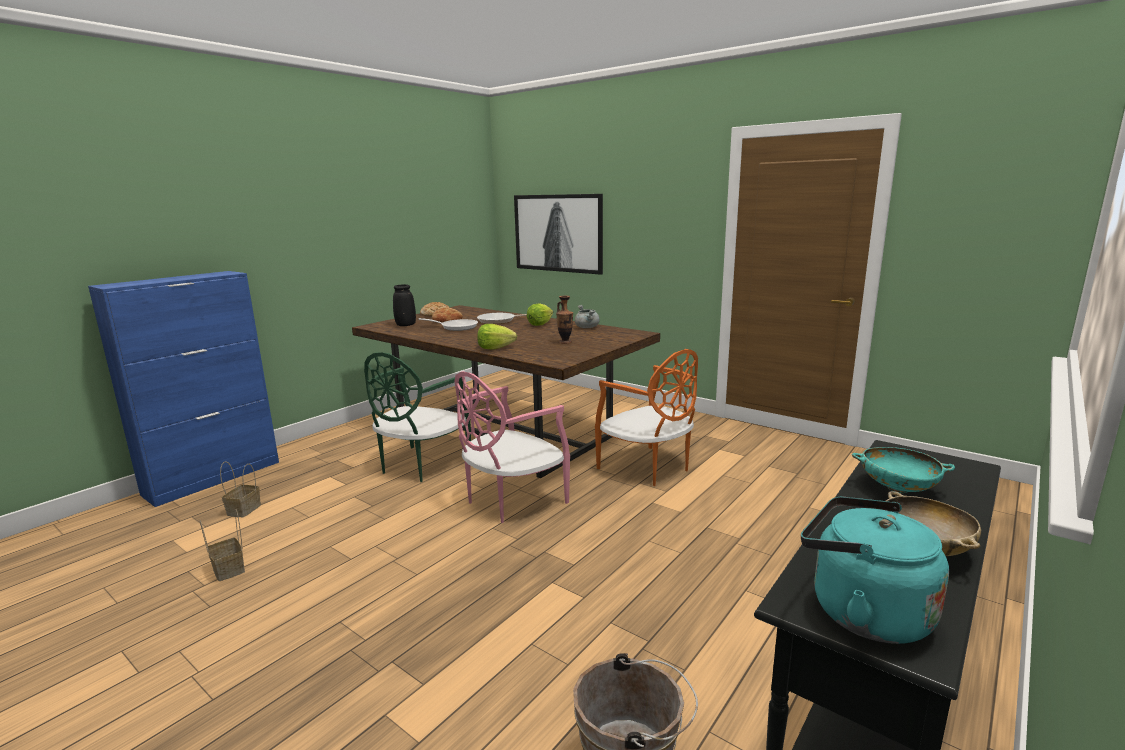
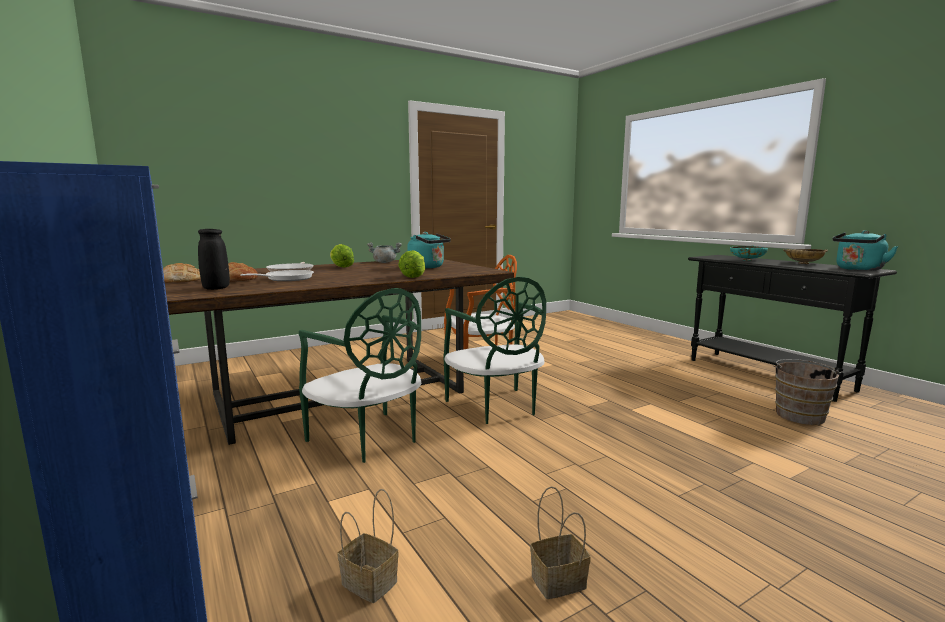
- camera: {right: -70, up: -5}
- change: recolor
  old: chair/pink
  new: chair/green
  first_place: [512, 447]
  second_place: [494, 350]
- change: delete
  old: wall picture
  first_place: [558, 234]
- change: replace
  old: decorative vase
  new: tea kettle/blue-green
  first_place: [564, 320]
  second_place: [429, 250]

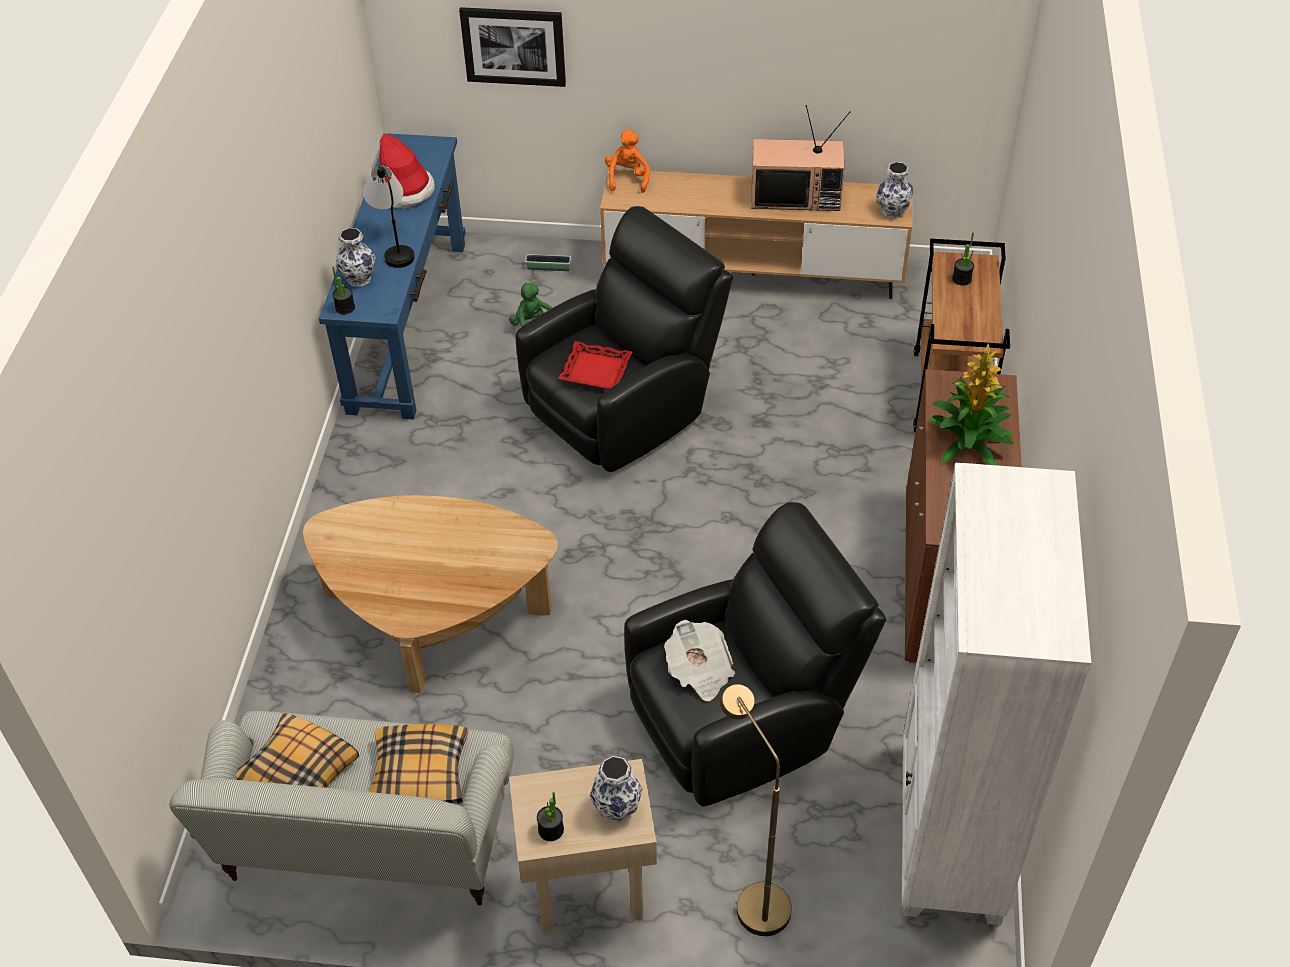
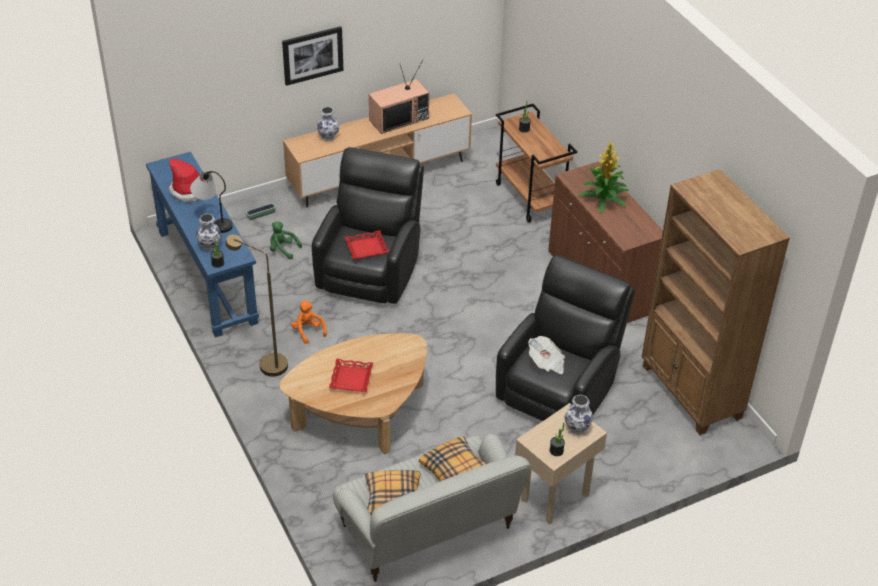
- camera: {right: -35, up: -5}
- change: move
  old: wall picture
  first_place: [512, 47]
  second_place: [312, 56]
- change: move
  old: plush toy/orange
  first_place: [627, 161]
  second_place: [309, 322]
- change: move
  old: standard lamp/brown
  first_place: [756, 810]
  second_place: [256, 305]
- change: move
  old: decorative vase
  first_place: [894, 190]
  second_place: [328, 124]
- change: recolor
  old: shelving unit/white-coloured
  new: shelving unit/brown
  first_place: [996, 693]
  second_place: [716, 302]
- change: insert
  new: serving tray/red
  second_place: [351, 375]

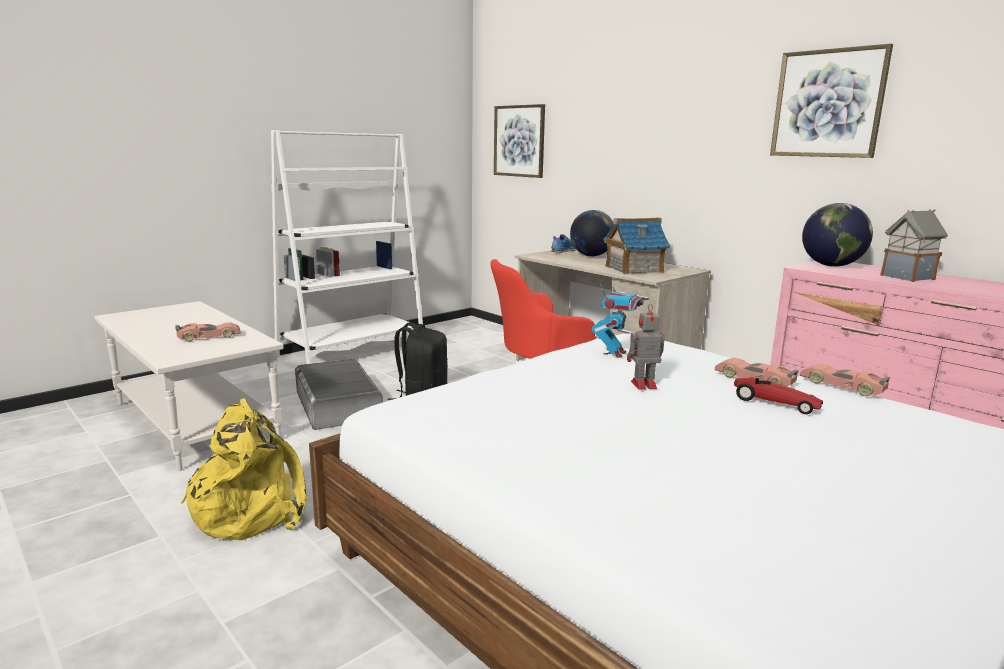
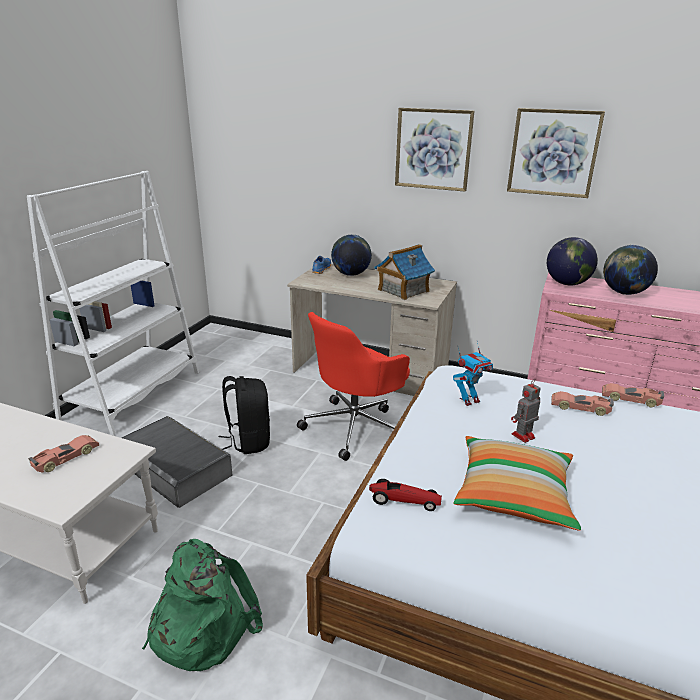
- camera: {right: -25, up: 10}
- change: recolor
  old: backpack/yellowish
  new: backpack/green
  first_place: [244, 469]
  second_place: [202, 605]
- change: move
  old: wall picture
  first_place: [519, 141]
  second_place: [434, 150]
- change: rotate
  old: robot figure
  first_place: [617, 318]
  second_place: [473, 374]
  degrees: 60
- change: move
  old: toy car
  first_place: [778, 395]
  second_place: [405, 495]
- change: replace
  old: model house
  new: globe
  first_place: [914, 245]
  second_place: [630, 270]
- change: insert
  new: pillow
  second_place: [517, 483]

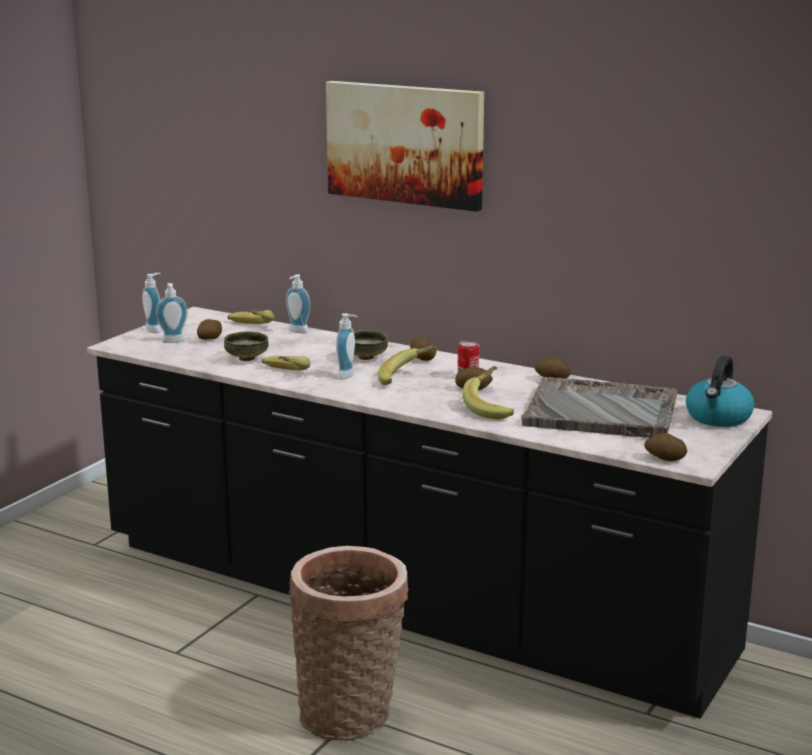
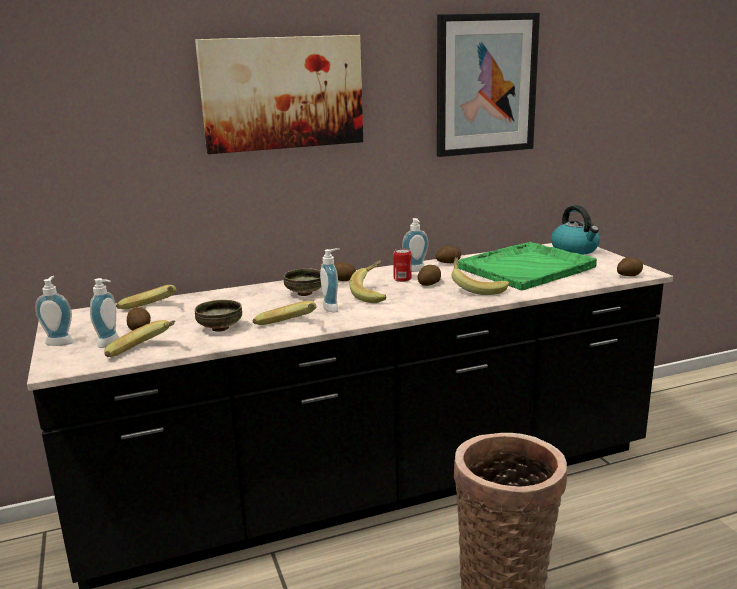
- camera: {right: -50, up: 0}
- change: move
  old: liquid soap bottle
  first_place: [298, 304]
  second_place: [415, 245]
- change: recolor
  old: serving tray/grey
  new: serving tray/green
  first_place: [599, 407]
  second_place: [527, 266]
- change: insert
  new: banana fruit
  second_place: [139, 338]
- change: insert
  new: wall picture
  second_place: [488, 84]

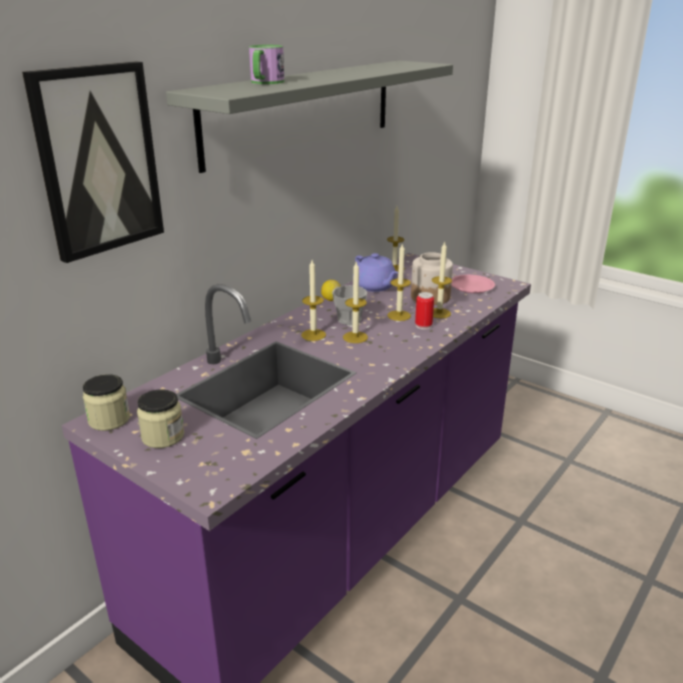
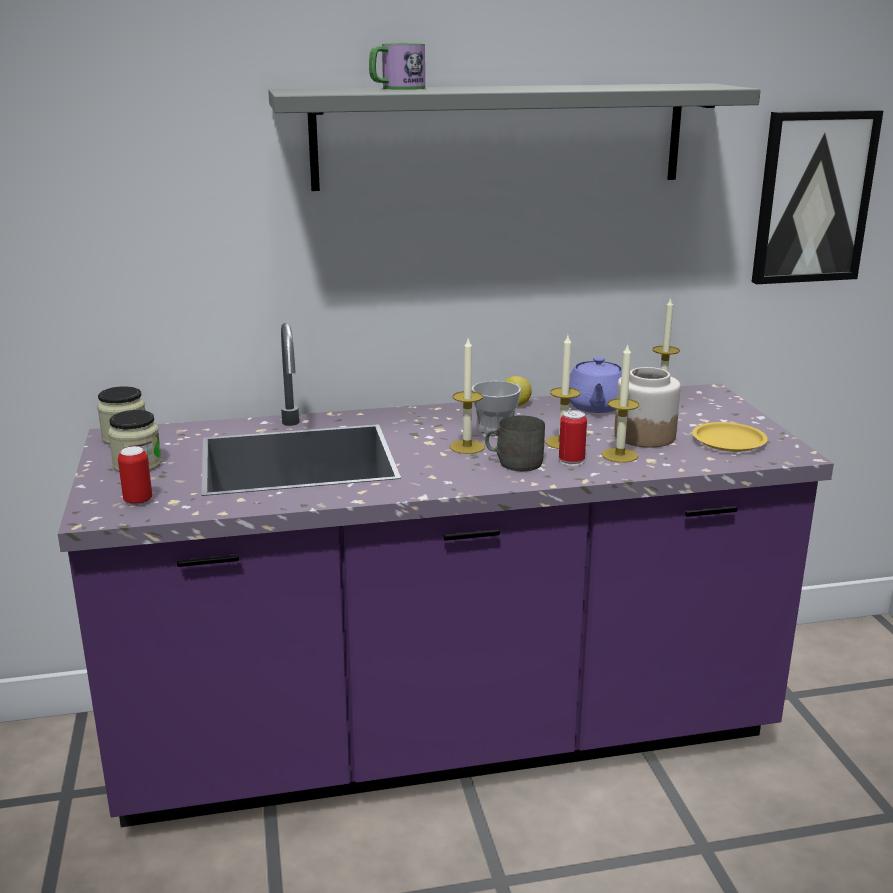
- camera: {right: 40, up: -5}
- change: move
  old: wall picture
  first_place: [93, 162]
  second_place: [817, 197]
- change: delete
  old: wax light
  first_place: [313, 300]
- change: recolor
  old: flat dish/pink
  new: flat dish/yellowish
  first_place: [473, 284]
  second_place: [730, 437]
- change: insert
  new: sealed can
  second_place: [135, 475]
- change: insert
  new: mug/grey
  second_place: [515, 443]

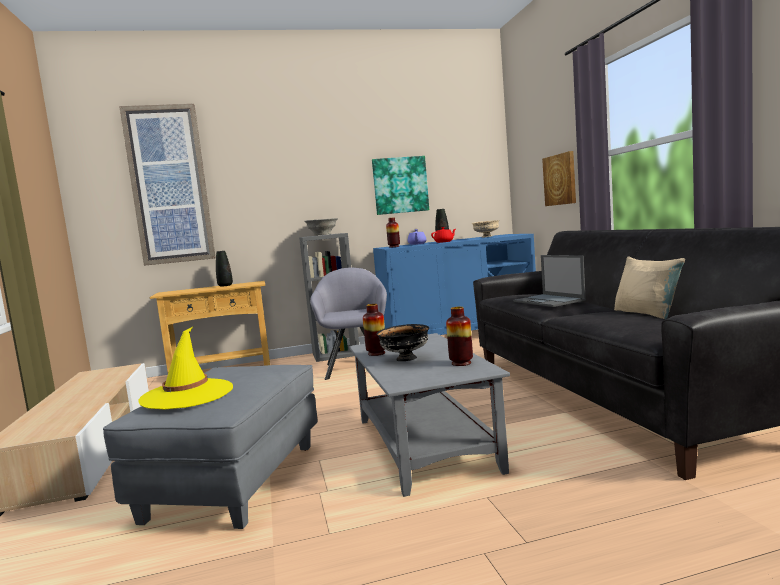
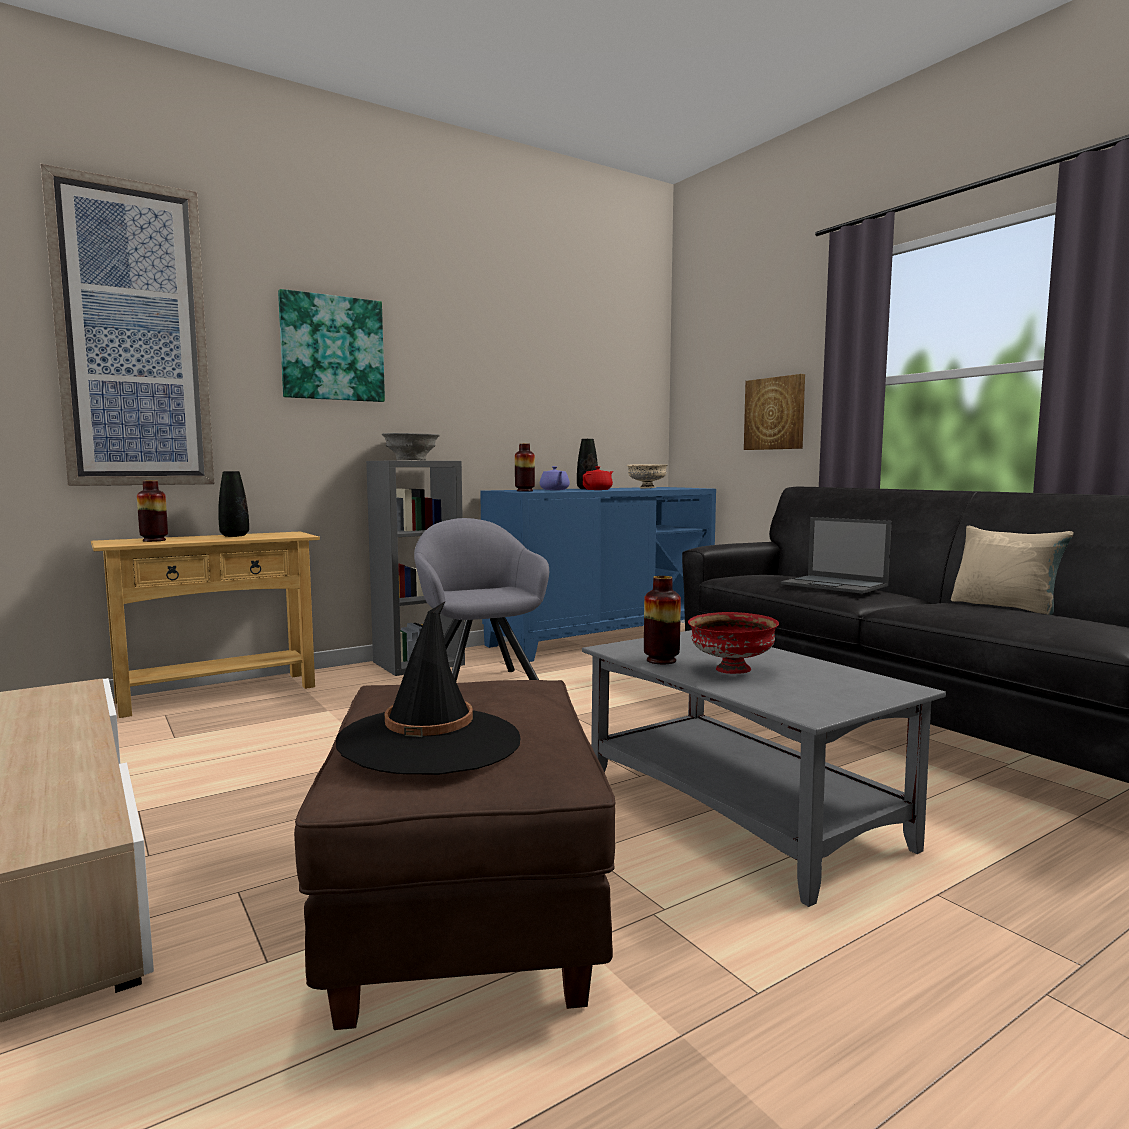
- camera: {right: -20, up: 0}
- change: recolor
  old: pouffe/grey
  new: pouffe/brown
  first_place: [210, 447]
  second_place: [454, 855]
- change: recolor
  old: hat/yellowish
  new: hat/blackish
  first_place: [185, 368]
  second_place: [428, 688]
- change: move
  old: wall picture
  first_place: [400, 185]
  second_place: [331, 345]
- change: recolor
  old: bowl/blackish
  new: bowl/red
  first_place: [403, 342]
  second_place: [733, 643]
- change: move
  old: decorative vase
  first_place: [459, 336]
  second_place: [152, 511]

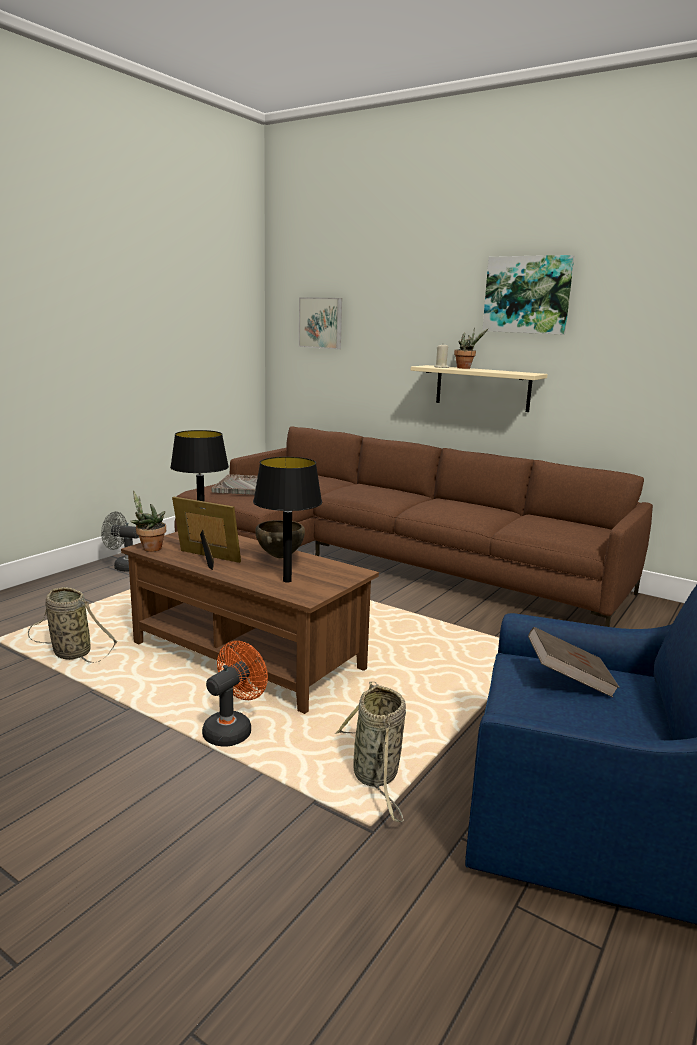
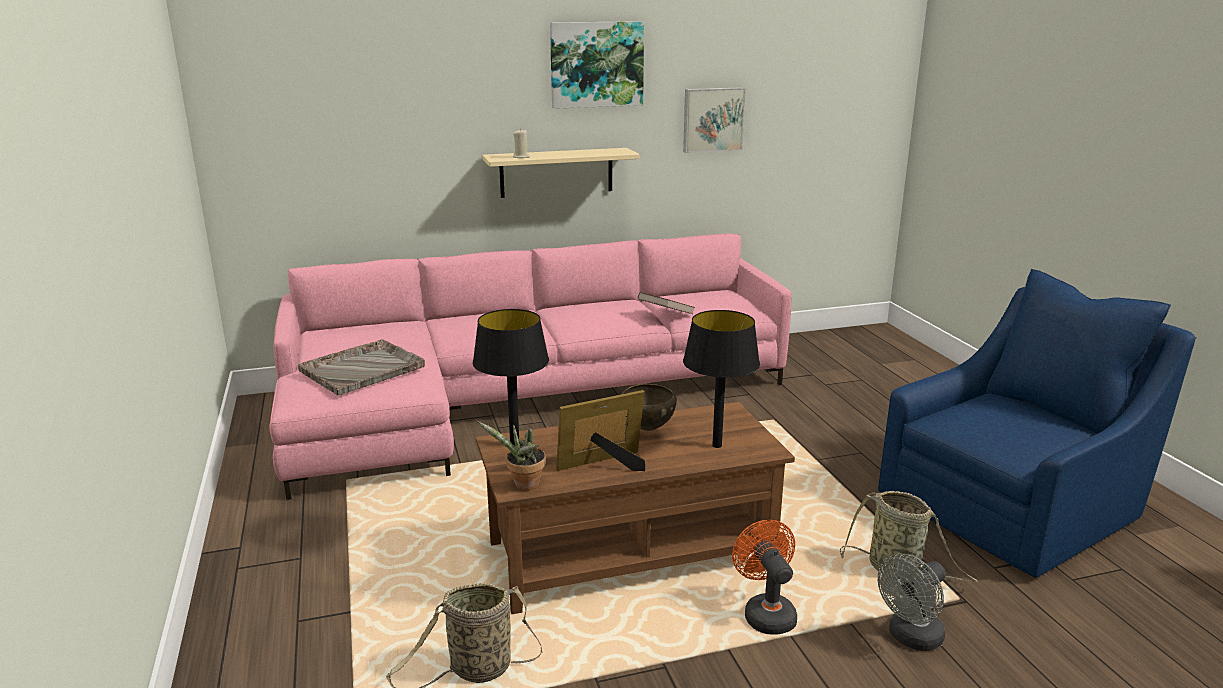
- camera: {right: -50, up: 5}
- change: move
  old: cooling fan/grey
  first_place: [120, 541]
  second_place: [912, 602]
- change: recolor
  old: settee/brown
  new: settee/pink
  first_place: [413, 527]
  second_place: [530, 367]
- change: move
  old: wall picture
  first_place: [320, 323]
  second_place: [714, 120]
- change: delete
  old: potted plant
  first_place: [471, 348]
- change: move
  old: book/brown
  first_place: [574, 662]
  second_place: [666, 303]

